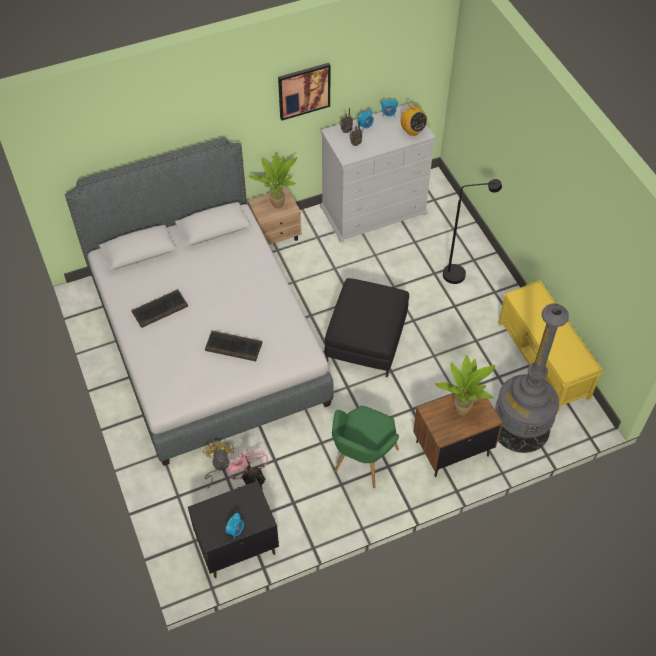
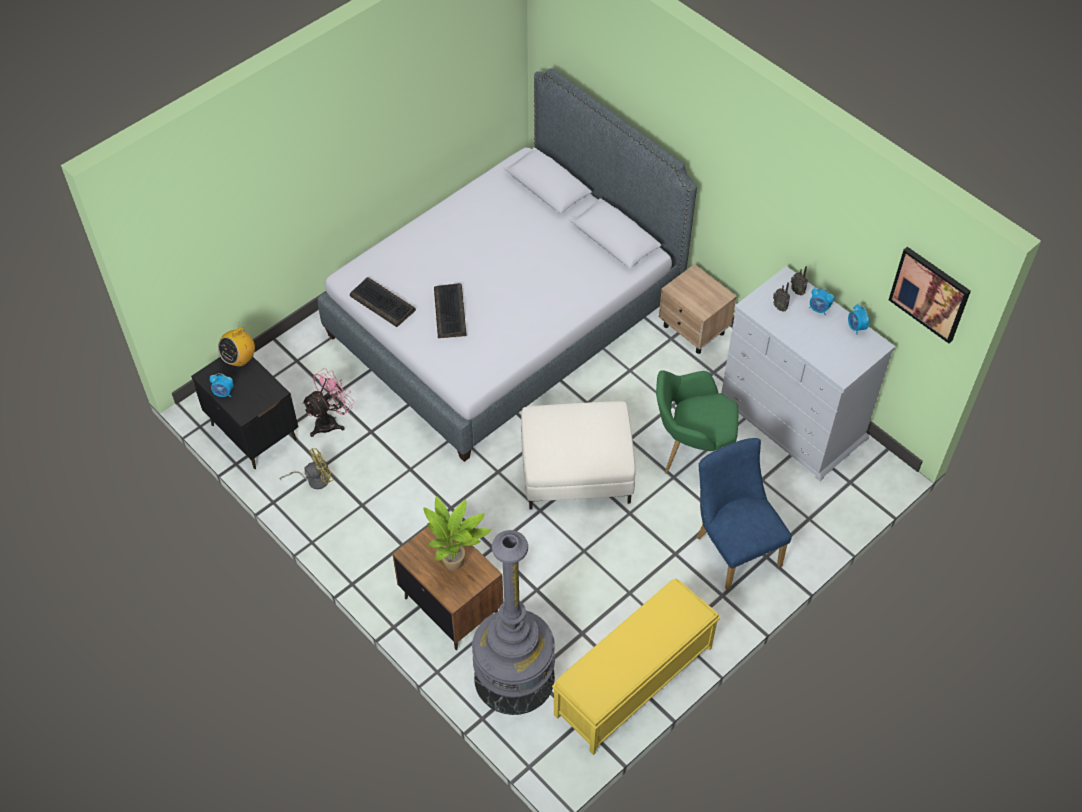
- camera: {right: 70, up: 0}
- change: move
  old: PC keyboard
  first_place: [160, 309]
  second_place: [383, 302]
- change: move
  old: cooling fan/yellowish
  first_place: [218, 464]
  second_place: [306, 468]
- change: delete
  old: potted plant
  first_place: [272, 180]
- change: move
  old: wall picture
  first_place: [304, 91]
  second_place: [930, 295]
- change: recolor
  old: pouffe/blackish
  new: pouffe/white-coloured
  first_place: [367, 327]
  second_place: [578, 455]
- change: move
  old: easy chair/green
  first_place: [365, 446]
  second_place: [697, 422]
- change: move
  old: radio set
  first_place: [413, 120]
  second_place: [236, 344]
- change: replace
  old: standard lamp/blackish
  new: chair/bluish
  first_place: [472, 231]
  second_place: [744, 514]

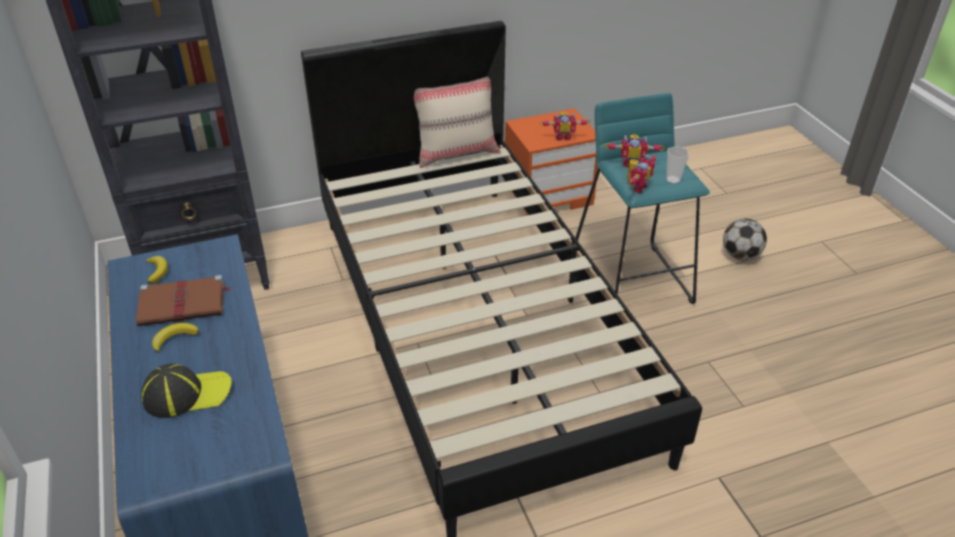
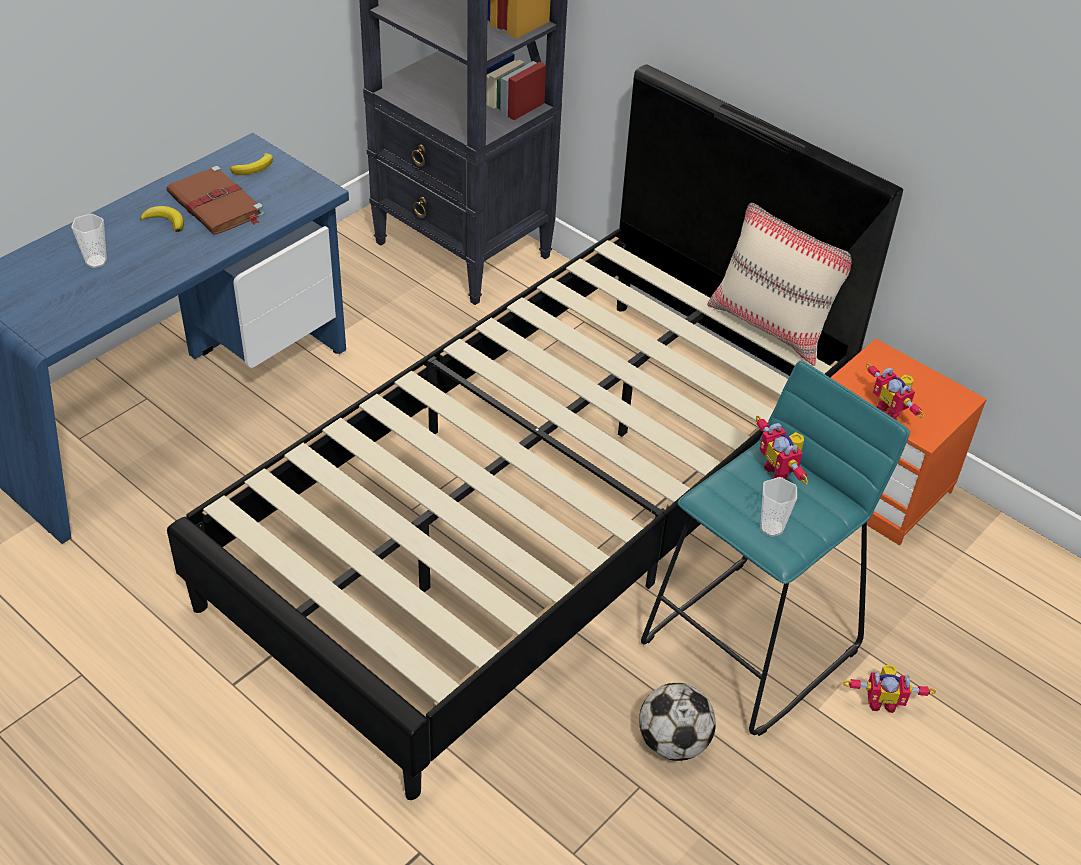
- camera: {right: 60, up: 5}
- change: replace
  old: peaked cap
  new: drinking cup
  first_place: [187, 391]
  second_place: [89, 241]
- change: move
  old: robot figure
  first_place: [641, 174]
  second_place: [889, 688]
- change: move
  old: football ball
  first_place: [745, 240]
  second_place: [677, 722]

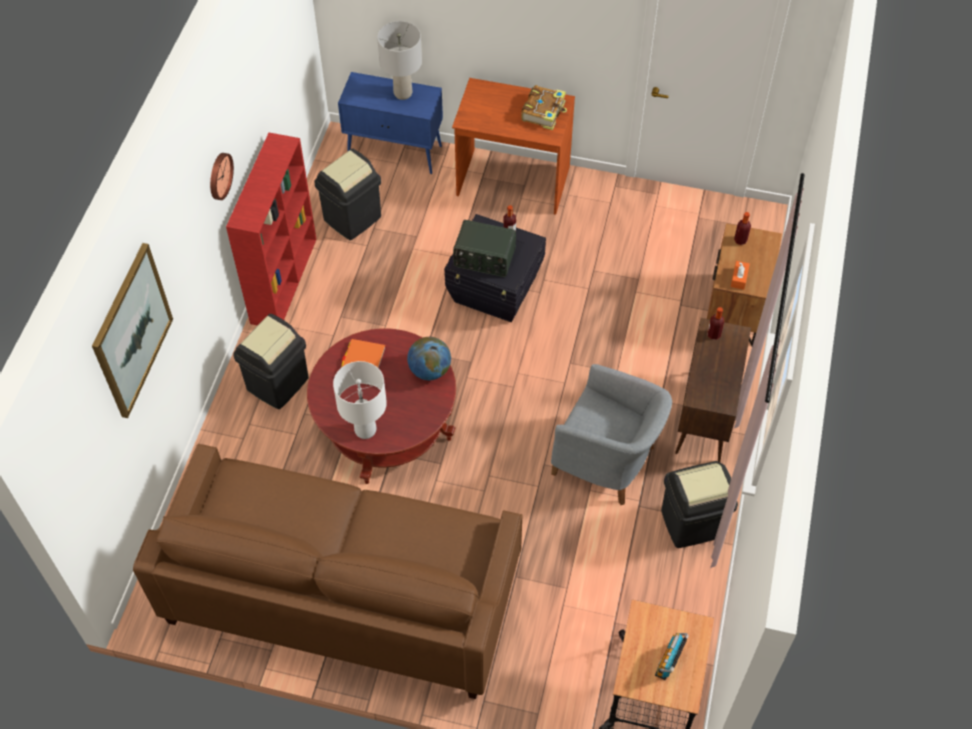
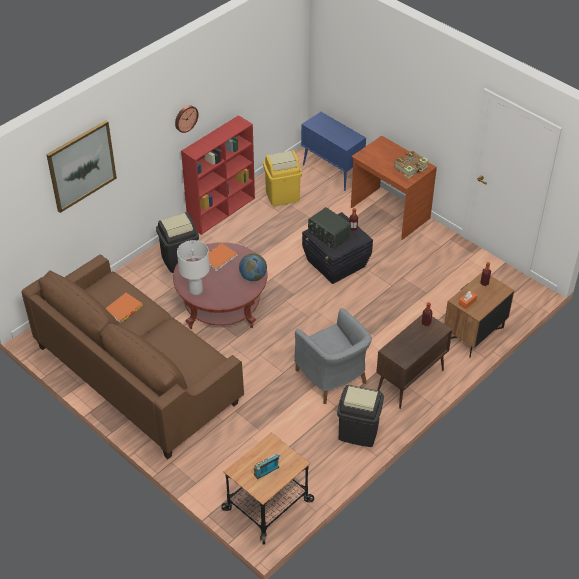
- camera: {right: 30, up: -10}
- change: recolor
  old: trash can/blackish
  new: trash can/yellowish
  first_place: [347, 194]
  second_place: [282, 178]
- change: delete
  old: lamp for a table/grey
  first_place: [399, 60]
- change: insert
  new: book/orange
  second_place: [124, 308]

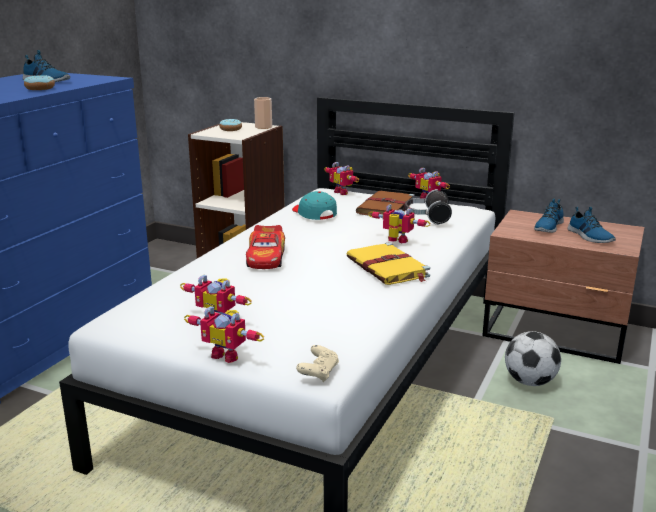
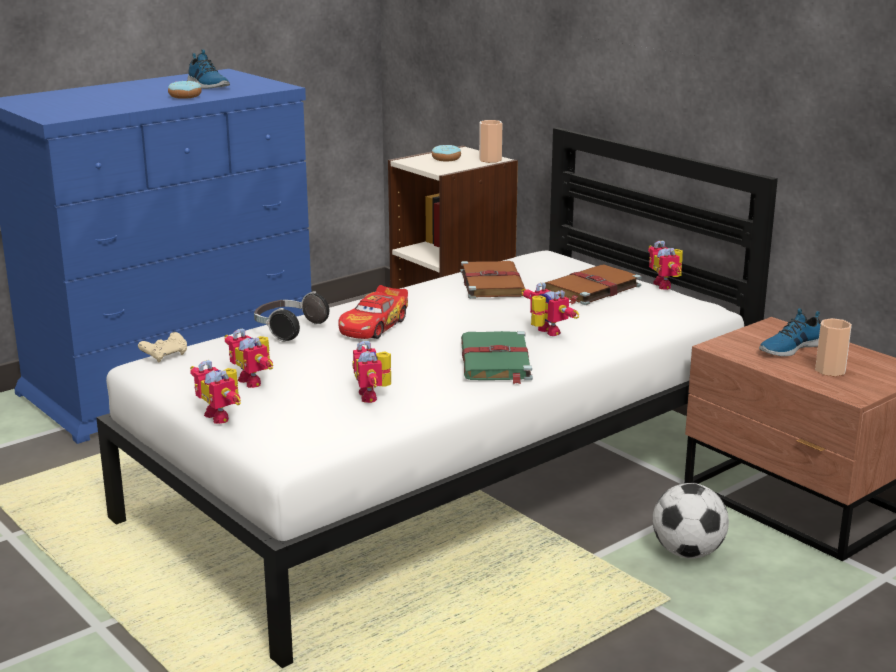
- camera: {right: 25, up: 0}
- change: replace
  old: peaked cap/blue-green
  new: book/brown
  first_place: [314, 205]
  second_place: [492, 280]
- change: move
  old: joypad/sand-coloured
  first_place: [317, 363]
  second_place: [162, 347]
- change: move
  old: robot figure
  first_place: [341, 178]
  second_place: [372, 372]
- change: recolor
  old: book/yellowish
  new: book/green
  first_place: [388, 263]
  second_place: [497, 357]
- change: move
  old: headphones
  first_place: [428, 207]
  second_place: [291, 316]
- change: replace
  old: shoe
  new: drinking cup
  first_place: [591, 225]
  second_place: [833, 347]

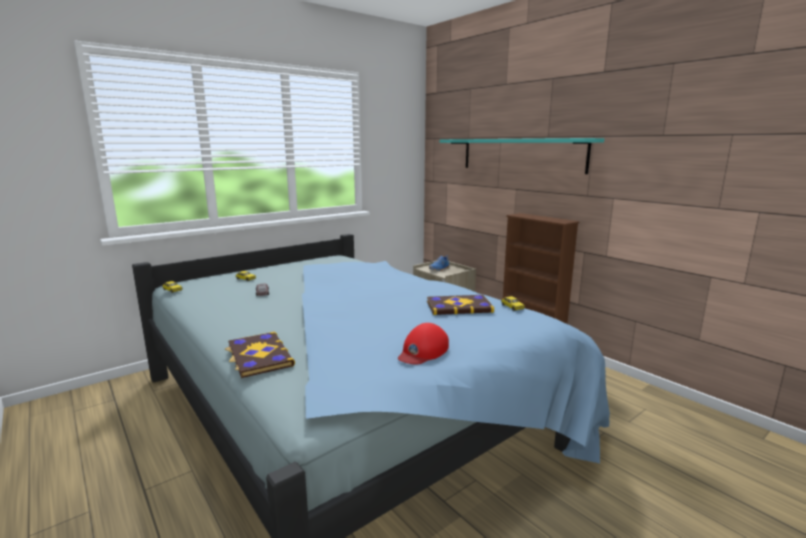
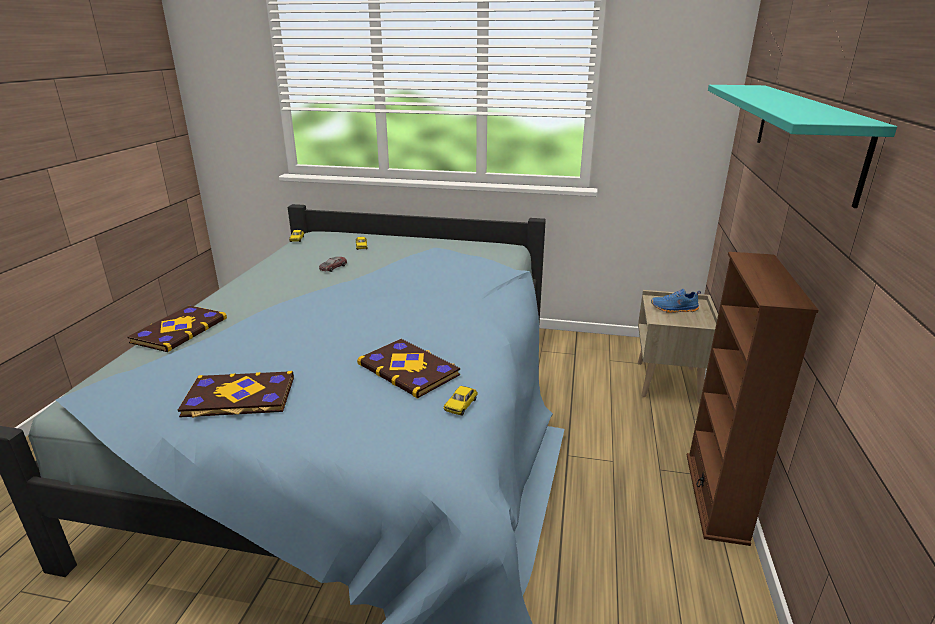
- camera: {right: 50, up: 10}
- change: replace
  old: peaked cap/red
  new: book
  first_place: [423, 344]
  second_place: [236, 394]

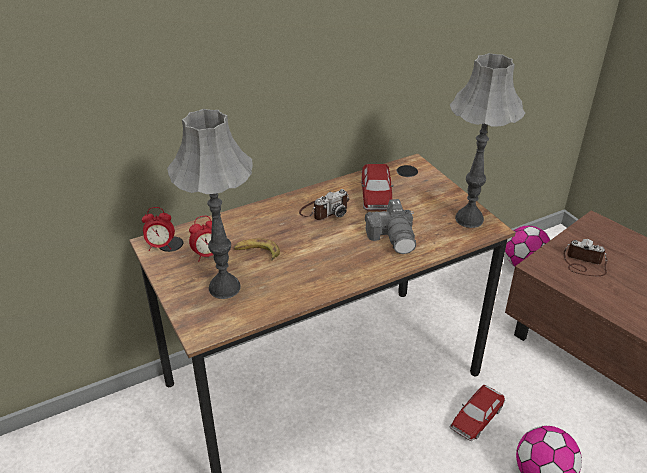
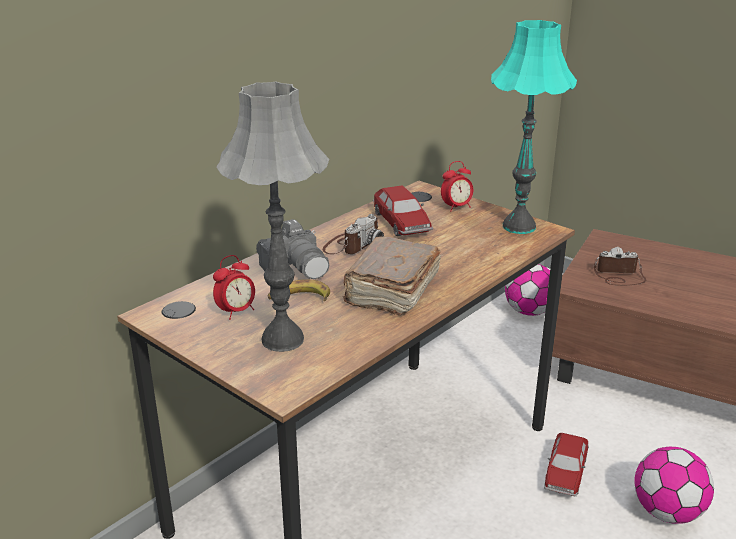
- camera: {right: -20, up: -10}
- change: move
  old: alarm clock
  first_place: [158, 229]
  second_place: [457, 186]
- change: move
  old: still camera
  first_place: [390, 226]
  second_place: [293, 249]
- change: recolor
  old: lamp for a table/grey
  new: lamp for a table/blue-green
  first_place: [487, 140]
  second_place: [534, 127]
- change: insert
  new: book/brown
  second_place: [392, 276]

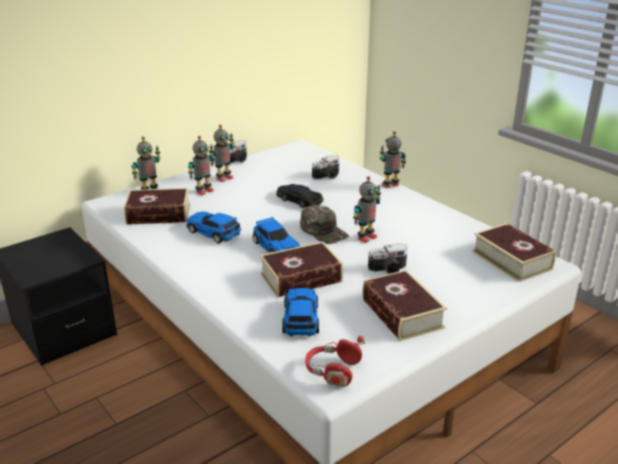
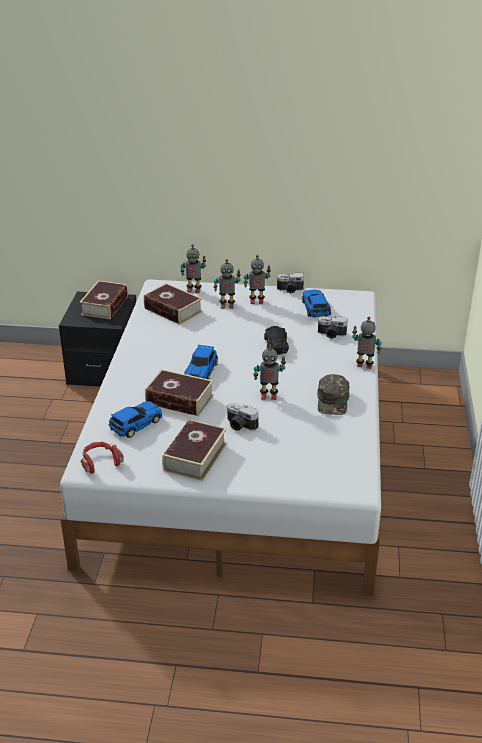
- camera: {right: 45, up: 5}
- change: move
  old: toy car
  first_place: [213, 227]
  second_place: [316, 303]
- change: move
  old: peaked cap/green
  first_place: [324, 224]
  second_place: [333, 394]
- change: move
  old: book
  first_place: [514, 252]
  second_place: [104, 299]

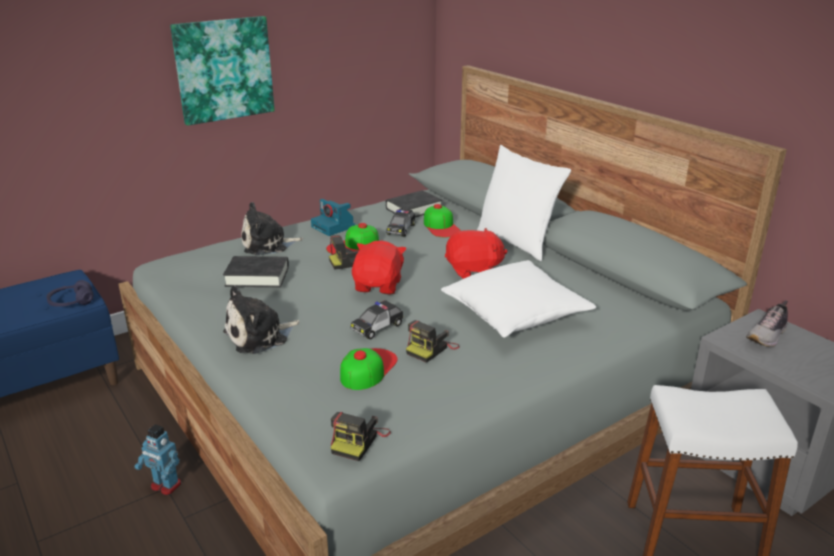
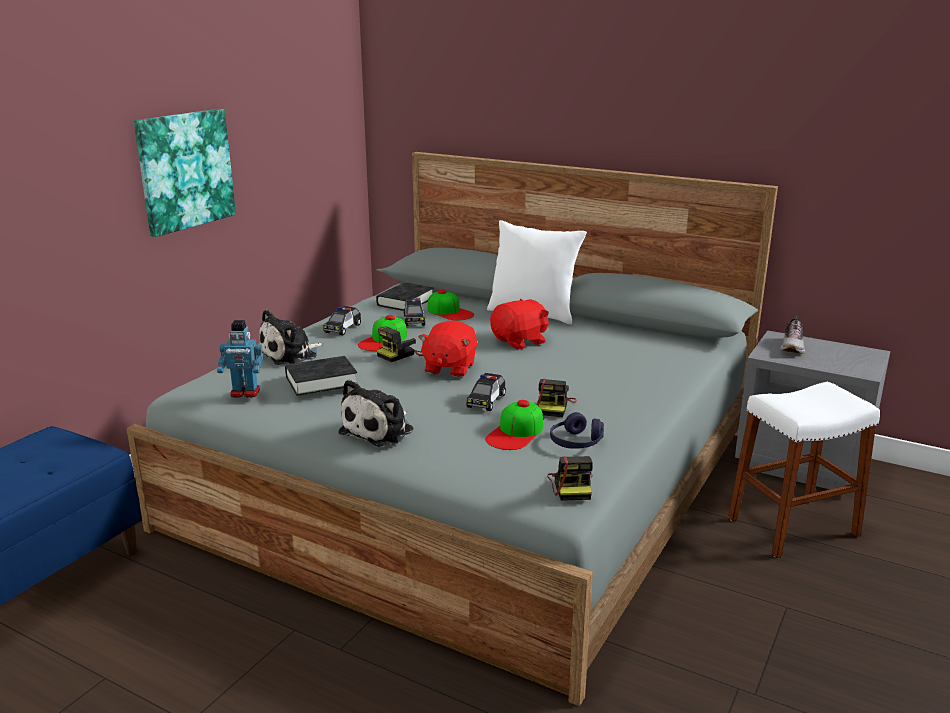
- camera: {right: -25, up: -5}
- change: move
  old: headphones/purple-coloured
  first_place: [69, 293]
  second_place: [577, 430]
- change: move
  old: robot figure
  first_place: [157, 459]
  second_place: [240, 359]
- change: replace
  old: still camera
  new: toy car
  first_place: [333, 217]
  second_place: [342, 320]
- change: rotate
  old: peaked cap
  first_place: [369, 369]
  second_place: [514, 425]
  degrees: -150
- change: rotate
  old: plush toy/red
  first_place: [379, 268]
  second_place: [447, 348]
  degrees: -150
- change: delete
  old: pillow/white-coloured
  first_place: [518, 299]

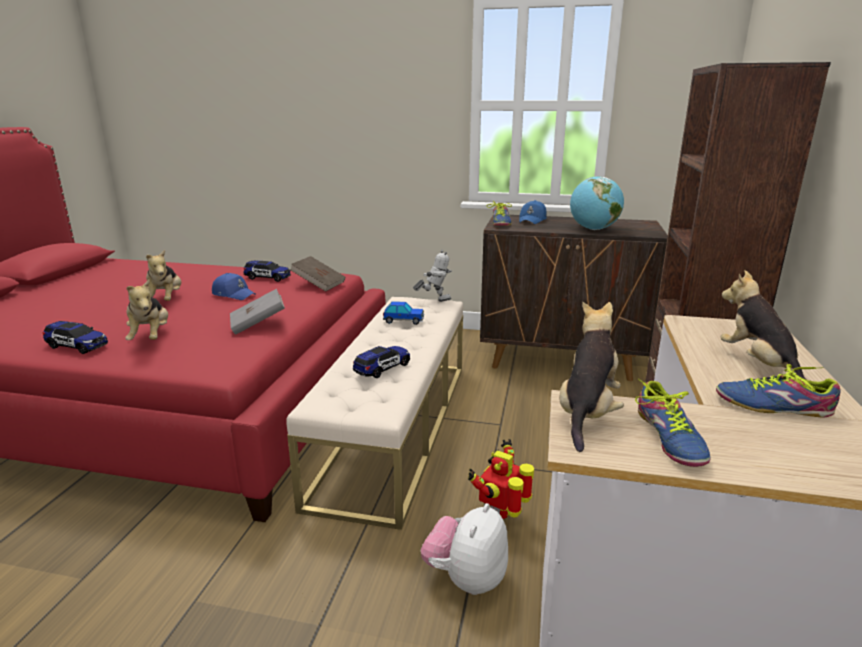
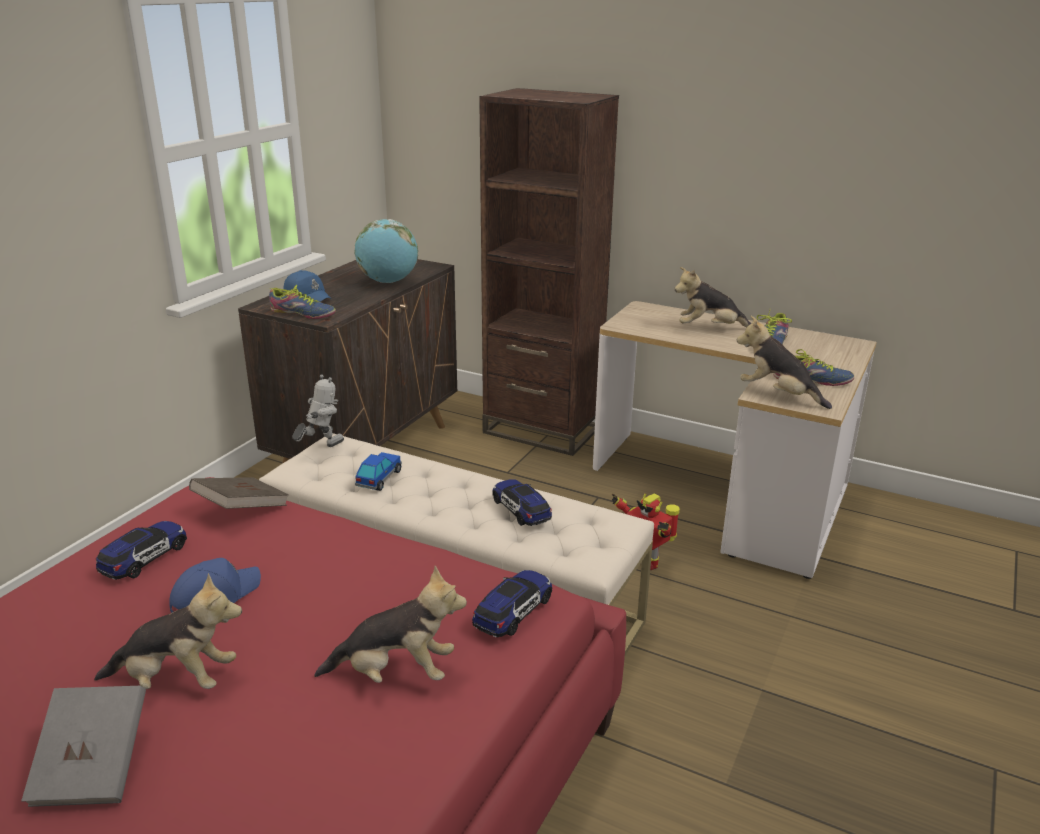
- camera: {right: -75, up: 5}
- change: move
  old: toy car
  first_place: [75, 337]
  second_place: [512, 604]
- change: move
  old: book/grey
  first_place: [257, 312]
  second_place: [83, 746]
- change: rotate
  old: robot figure
  first_place: [432, 276]
  second_place: [318, 411]
  degrees: 45
- change: delete
  old: plush toy
  first_place: [464, 549]

